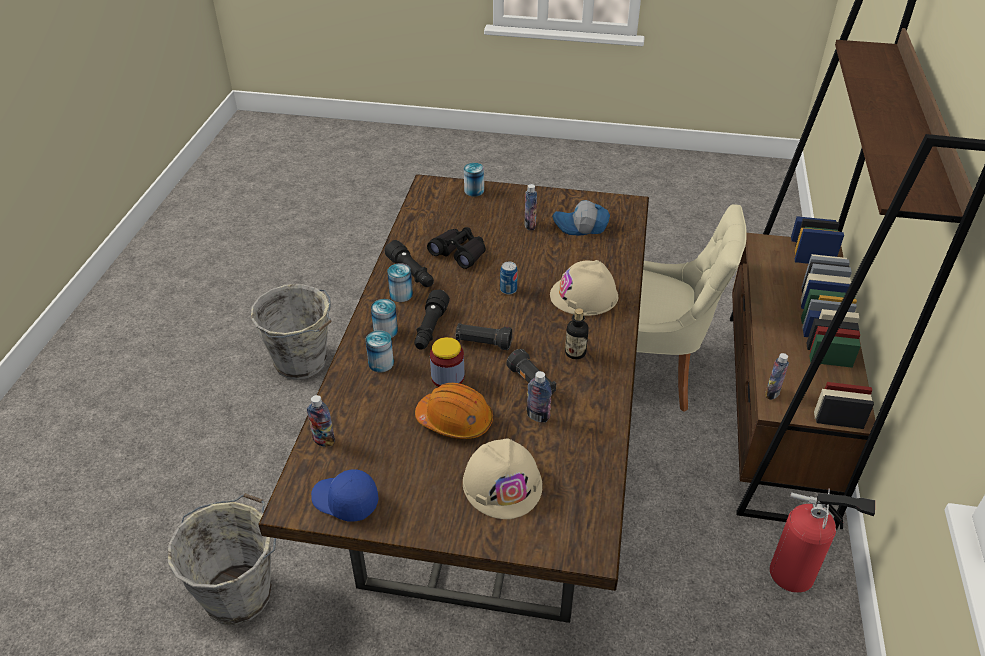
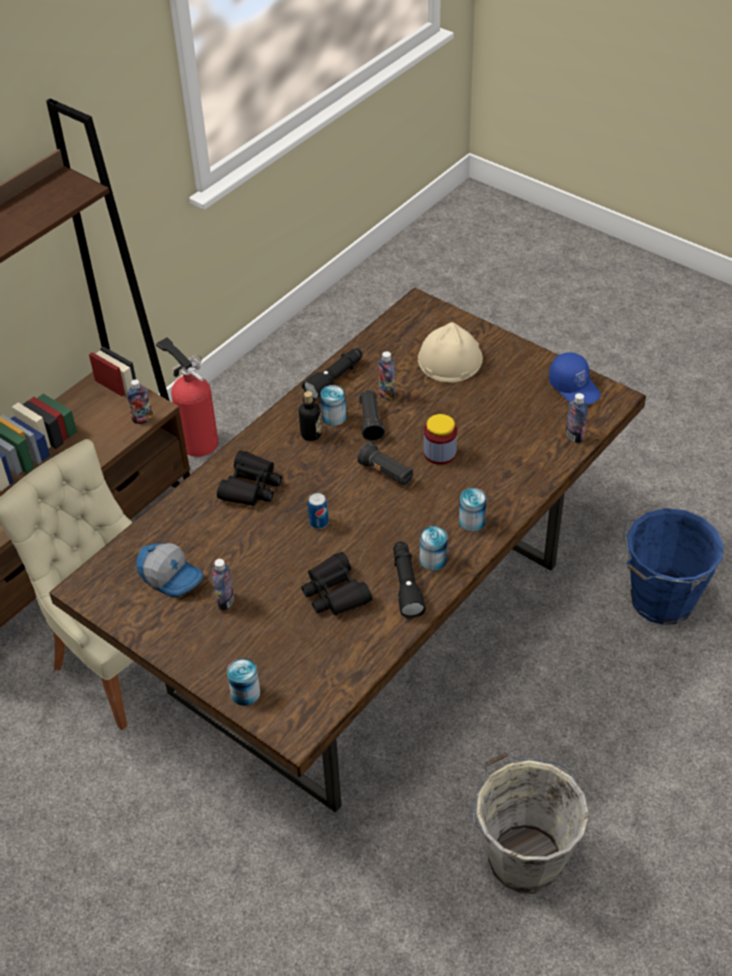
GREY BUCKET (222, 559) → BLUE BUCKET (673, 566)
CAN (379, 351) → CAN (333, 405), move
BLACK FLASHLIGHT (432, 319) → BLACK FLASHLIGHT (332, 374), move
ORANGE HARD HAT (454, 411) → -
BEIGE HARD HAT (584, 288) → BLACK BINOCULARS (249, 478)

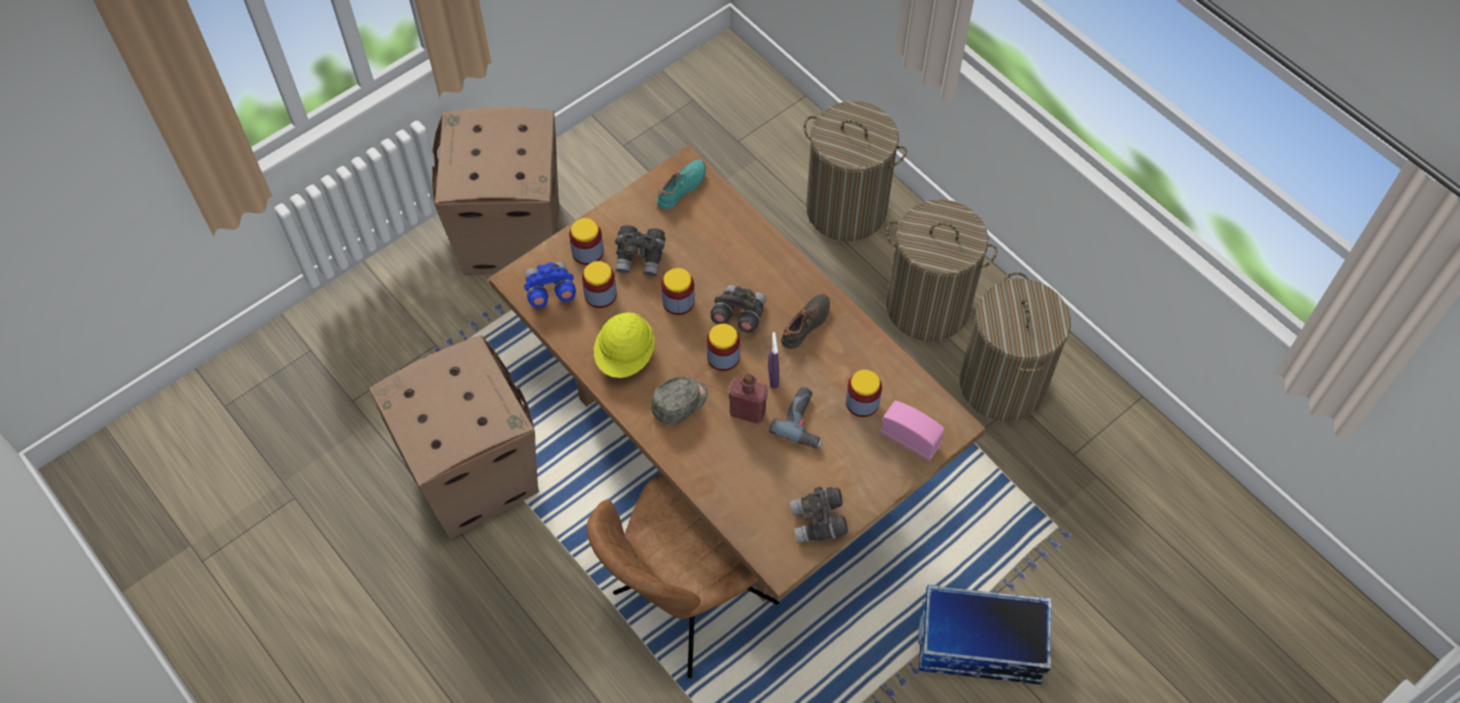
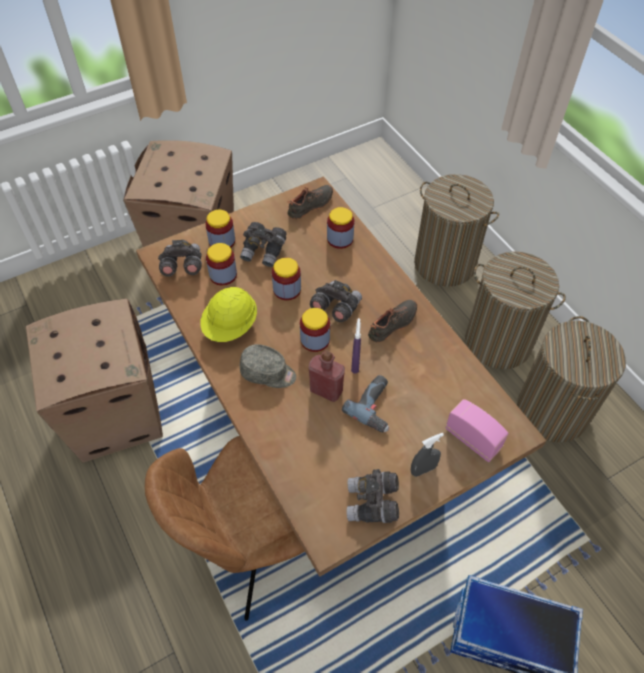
BLUE BINOCULARS (550, 285) → GREY BINOCULARS (180, 258)
GREY CAP (679, 400) → GREY CAP (268, 366), 45 degrees clockwise
TURQUOISE SHOE (681, 185) → BLACK SHOE (310, 202)
JAR (864, 393) → JAR (340, 228), move
- → GREY SPRAY BOTTLE (427, 455)

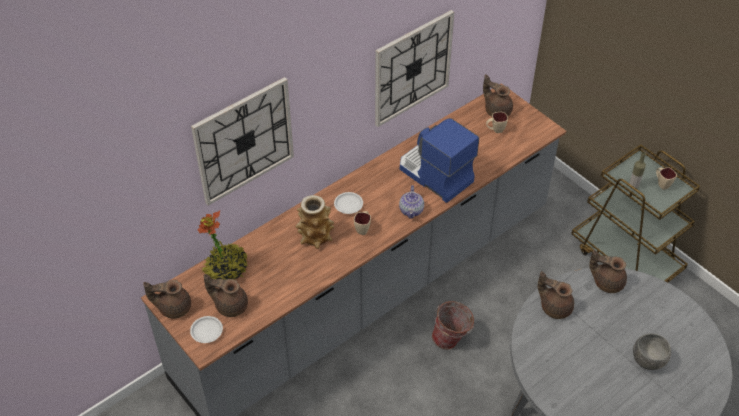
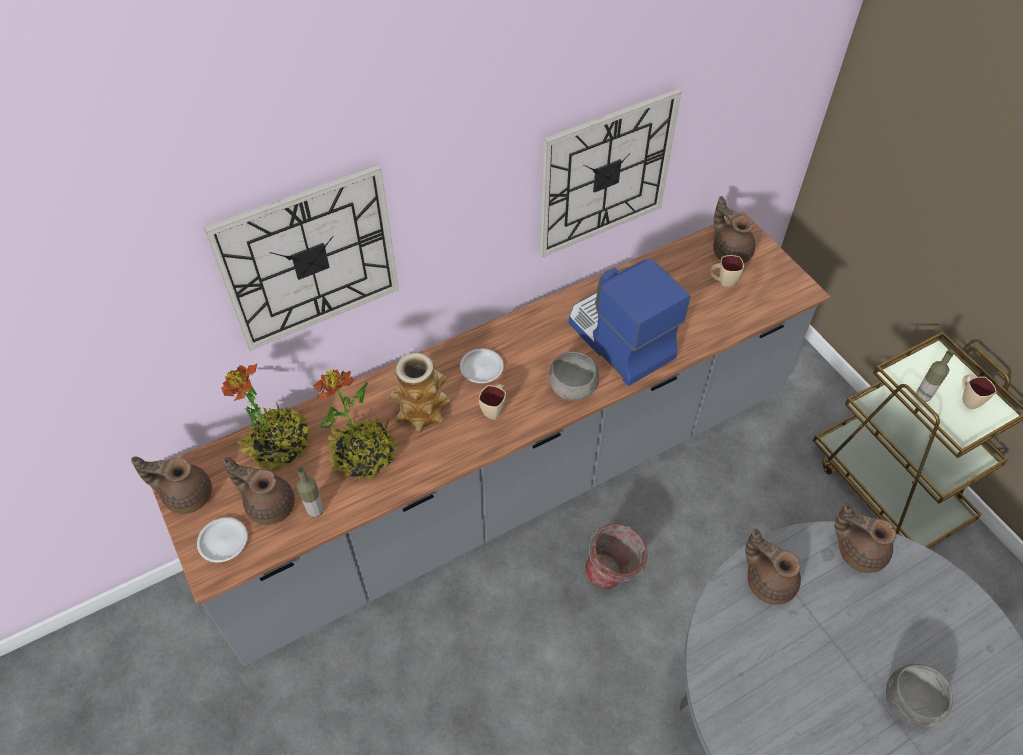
TEAPOT (411, 202) → GREY BOWL (574, 376)
- → BOTTLE (310, 492)
- → POTTED PLANT (356, 425)

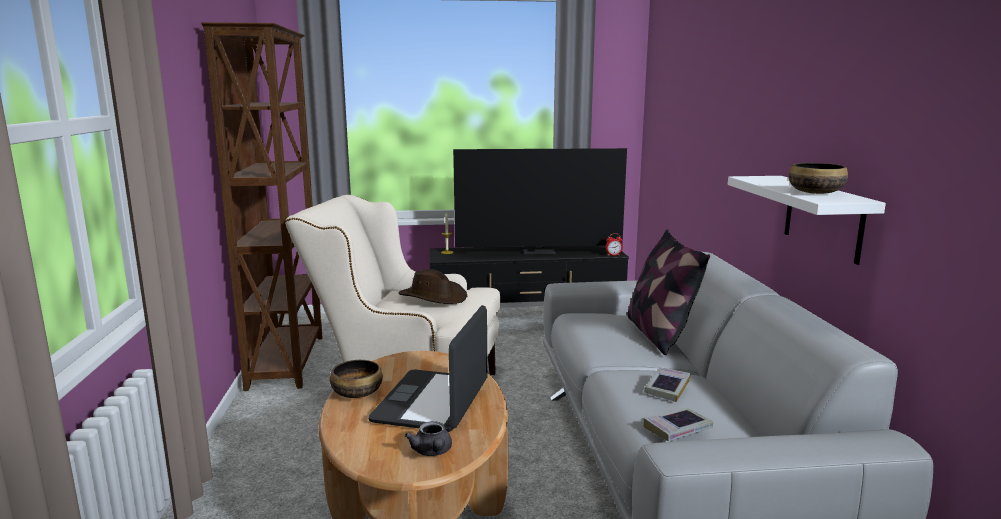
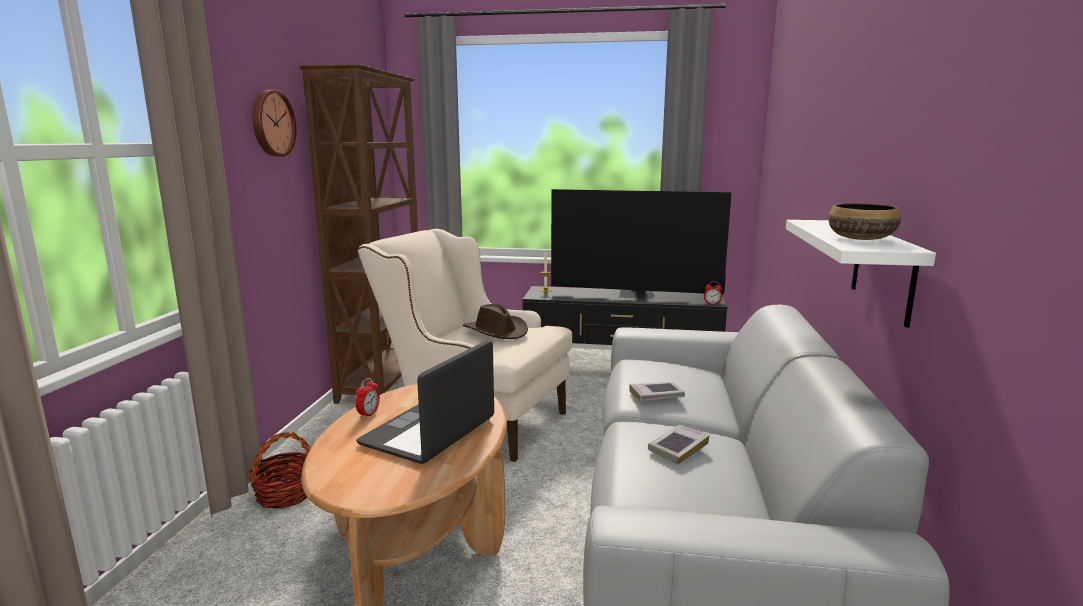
BOWL (356, 379) → ALARM CLOCK (368, 398)
GREY TEAPOT (428, 438) → -
PILLOW (668, 292) → -
BOOK (678, 424) → BOOK (657, 391), move
- → BASKET (280, 470)
- → WALL CLOCK (274, 123)

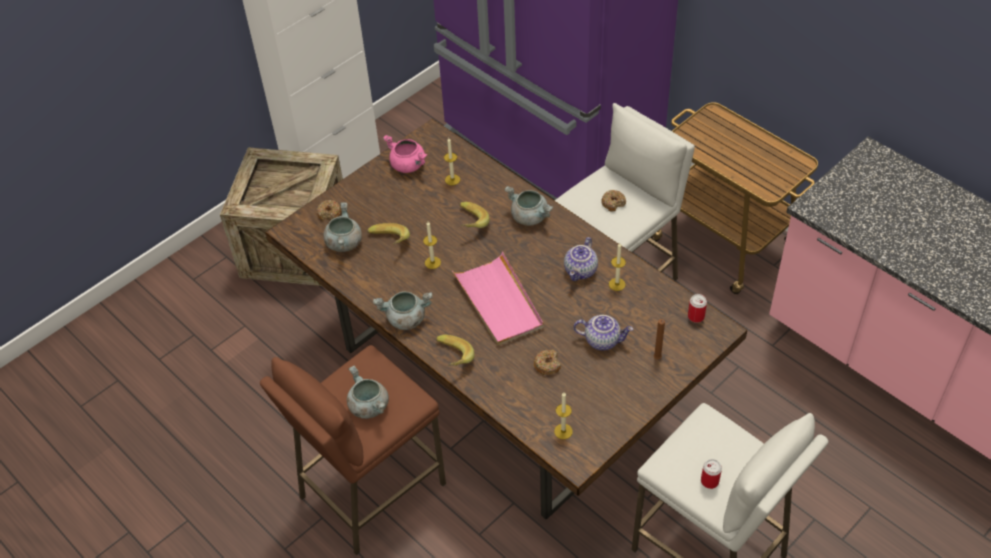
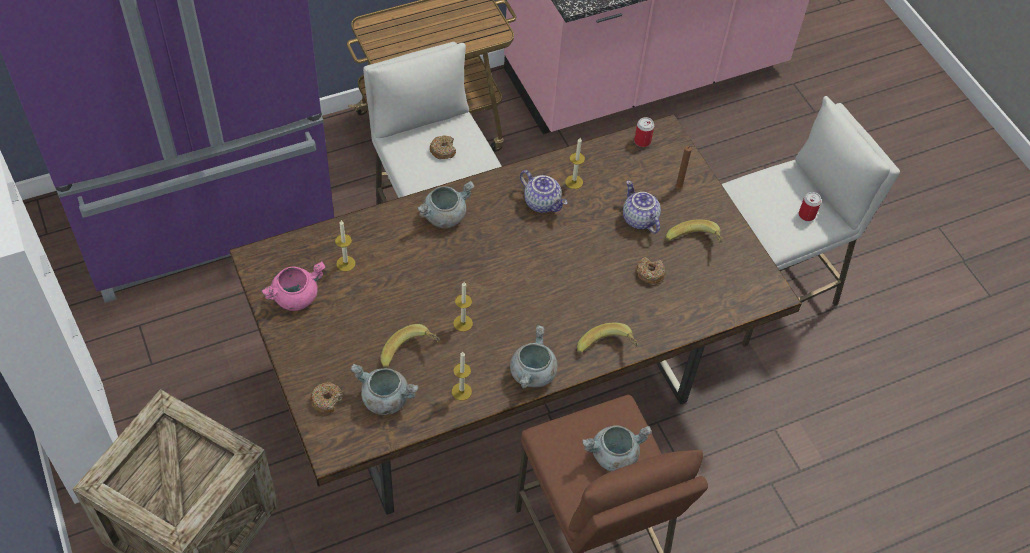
PINK TRAY (498, 298) → -
BANANA (475, 215) → BANANA (694, 231), move
CANDLE (563, 415) → CANDLE (462, 376), move
TEAPOT (603, 333) → TEAPOT (642, 207), 60 degrees counterclockwise

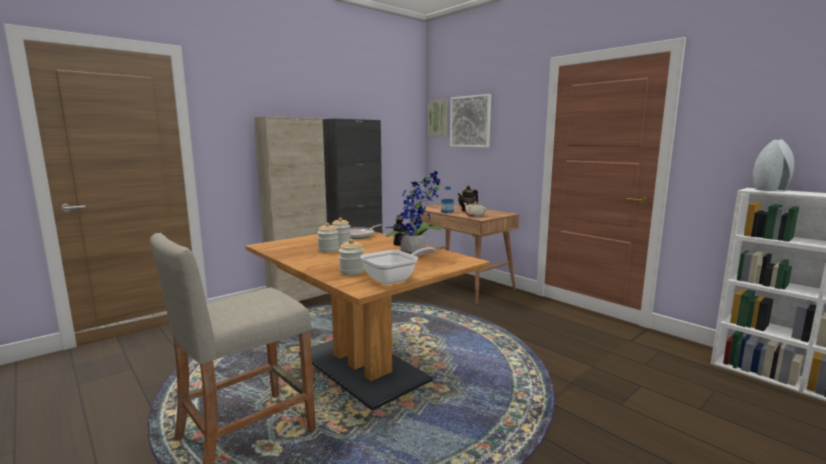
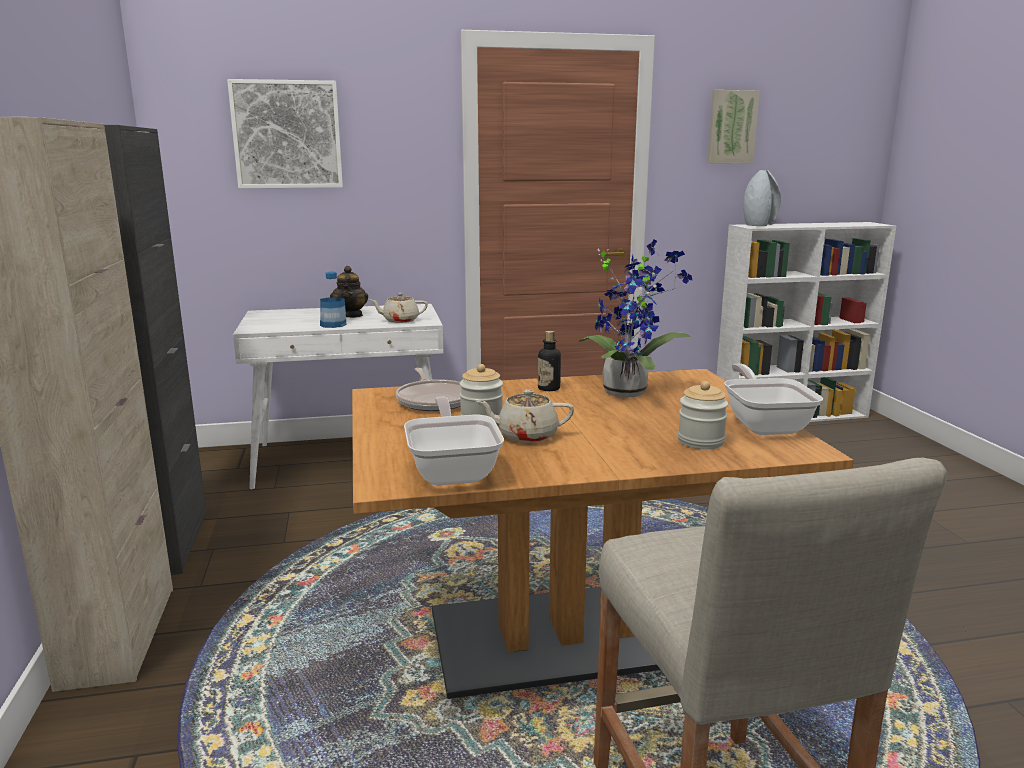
JAR (328, 238) → BEIGE TEAPOT (524, 416)
BROWN DESK (464, 254) → WHITE DESK (338, 397)
PICTURE (438, 118) → PICTURE (733, 127), move
- → FRYING PAN (454, 441)

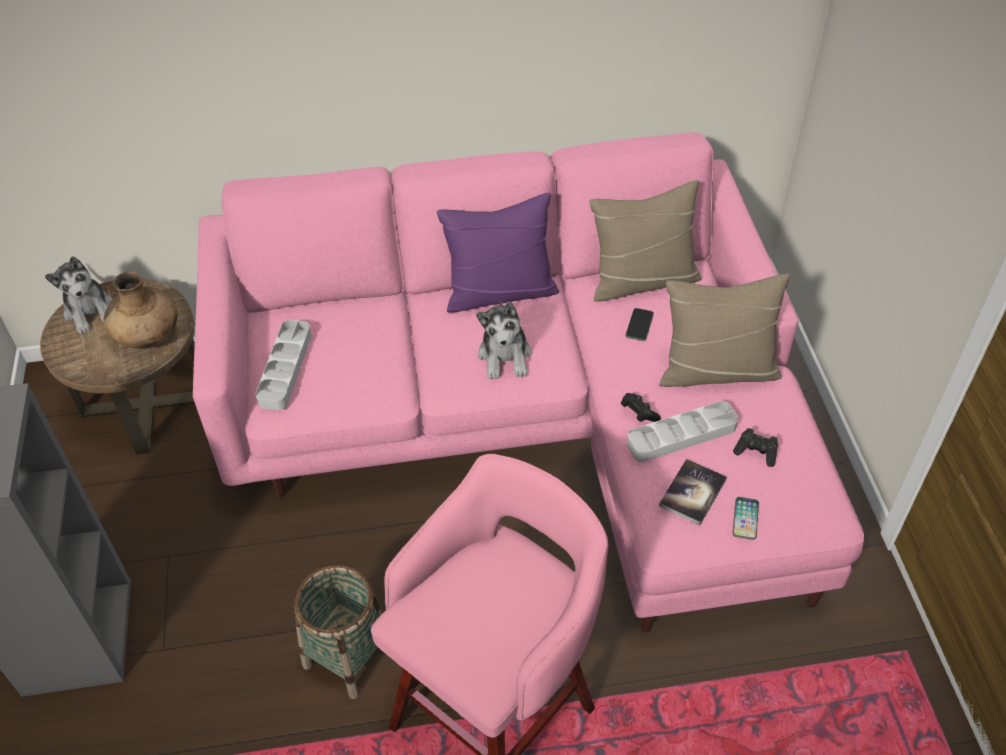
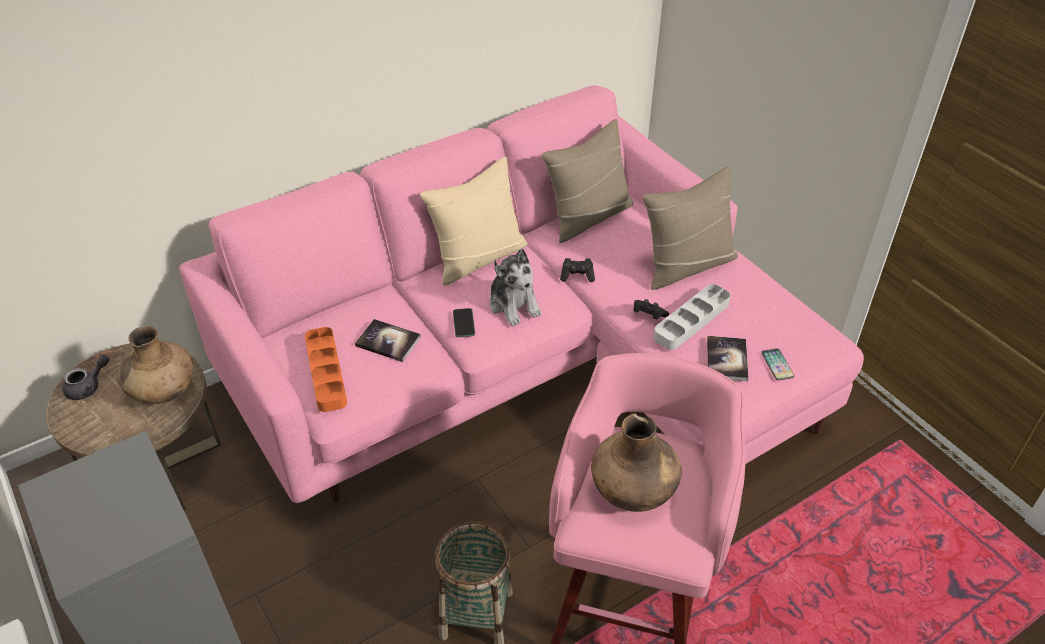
PLUSH TOY (79, 295) → GREY TEAPOT (85, 377)
GREY TRAY (283, 365) → ORANGE TRAY (326, 369)
PURPLE PILLOW (498, 252) → BEIGE PILLOW (474, 221)
PHONE (640, 324) → PHONE (464, 322), move
BLACK GAME CONTROLLER (755, 447) → BLACK GAME CONTROLLER (577, 270), move
- → BOOK (388, 340)
- → BROWN VASE (636, 463)

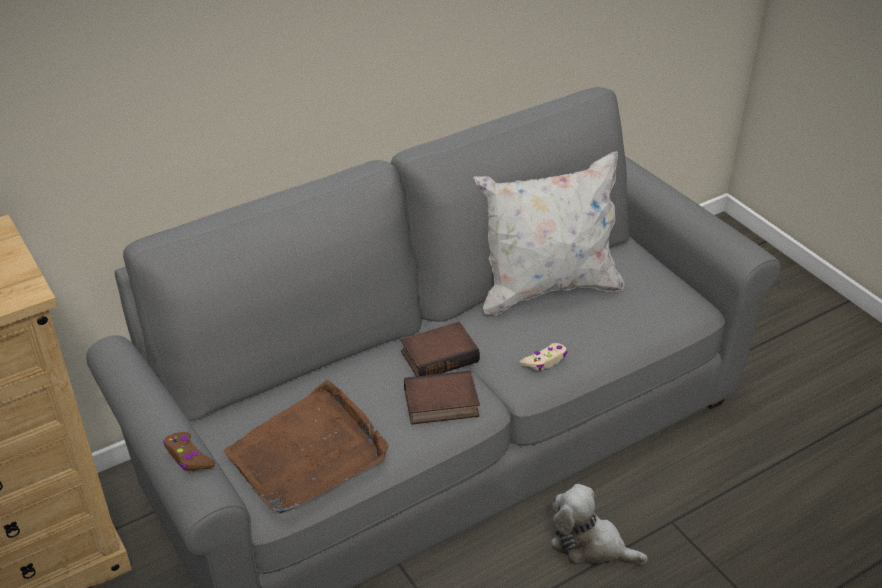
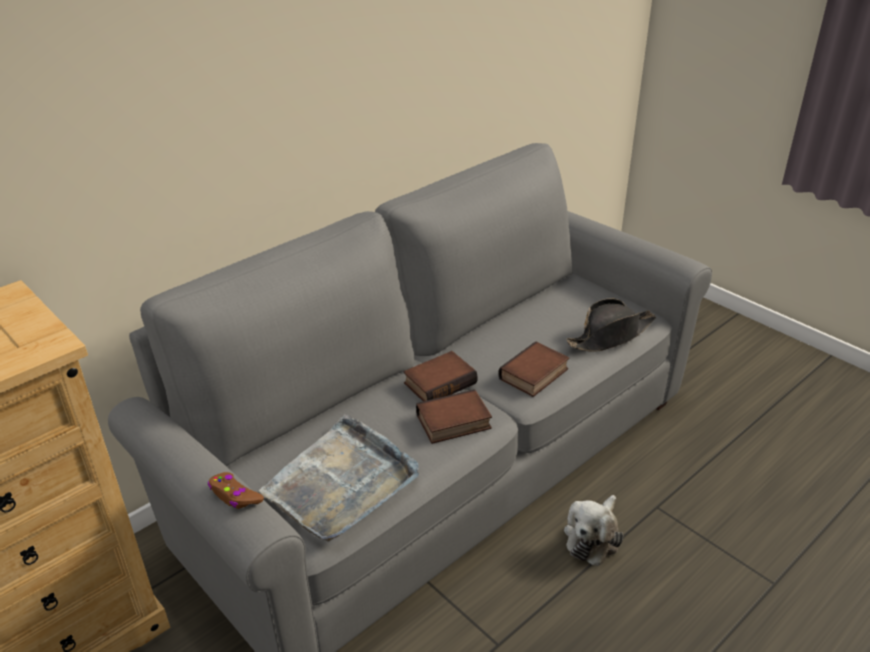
BROWN TRAY (306, 447) → GREY TRAY (339, 478)
WHITE PILLOW (549, 233) → -
BEIGE GAME CONTROLLER (544, 357) → BOOK (533, 369)
PLUSH TOY (599, 524) → PLUSH TOY (594, 530), 75 degrees counterclockwise
- → BLACK HAT (611, 325)

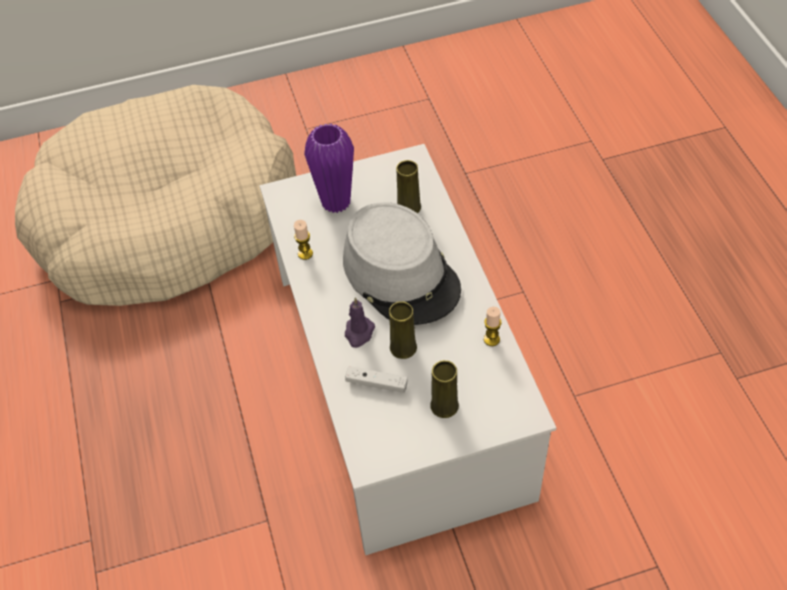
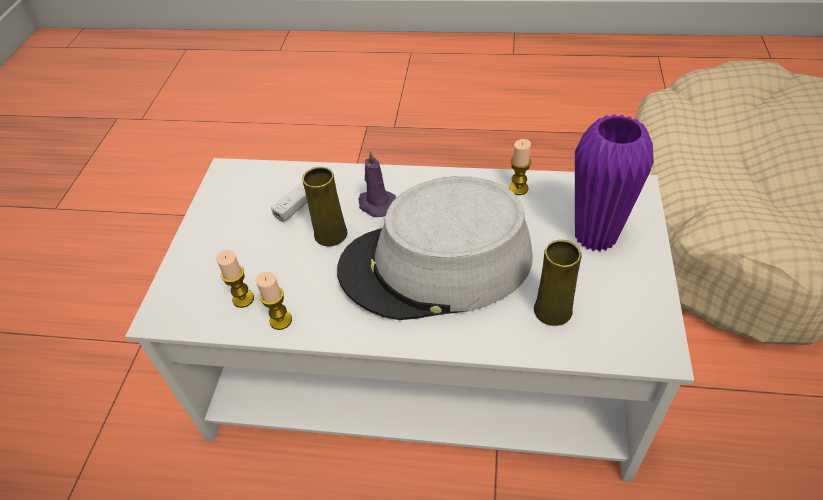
YELLOW VASE (444, 389) → -
- → CANDLE (235, 279)

